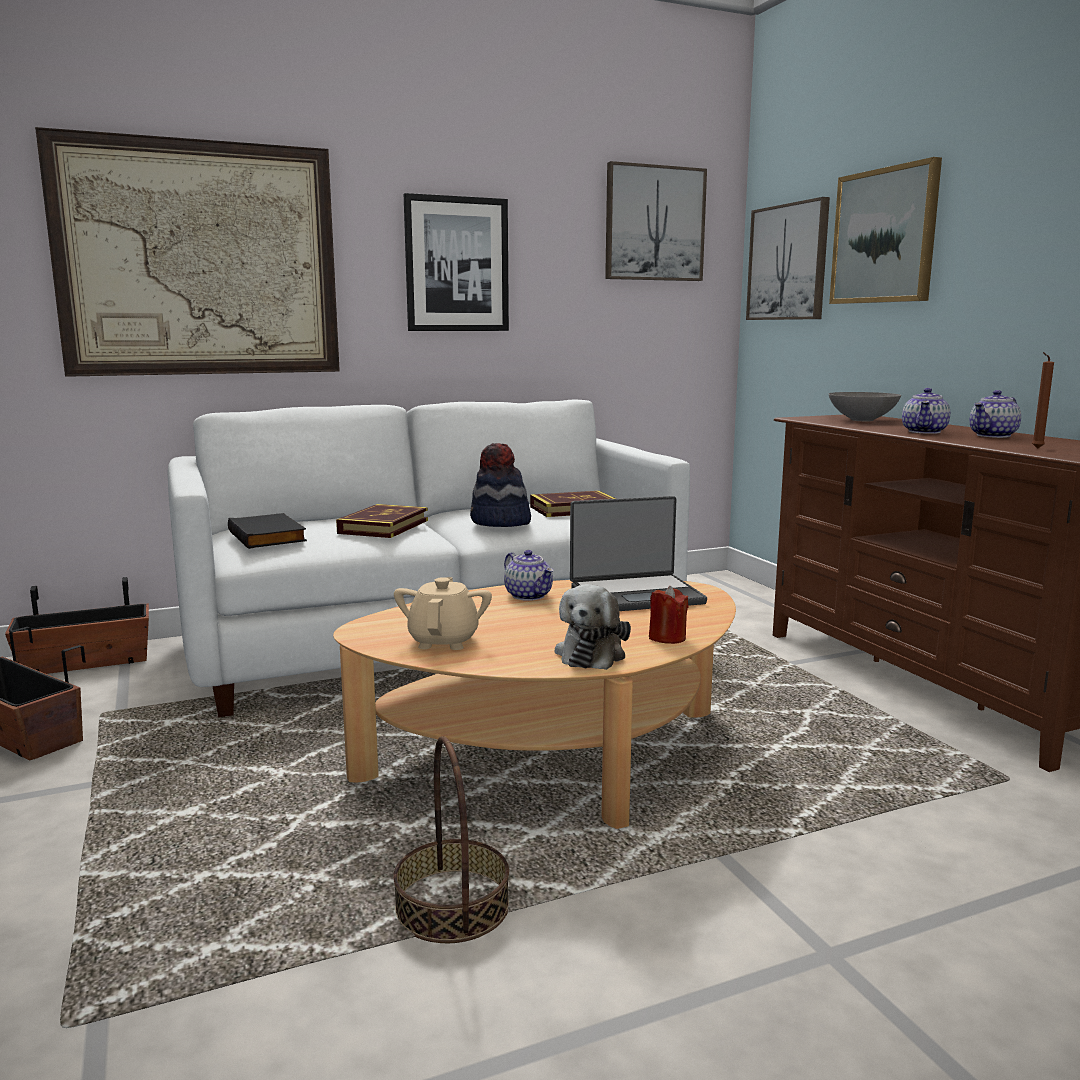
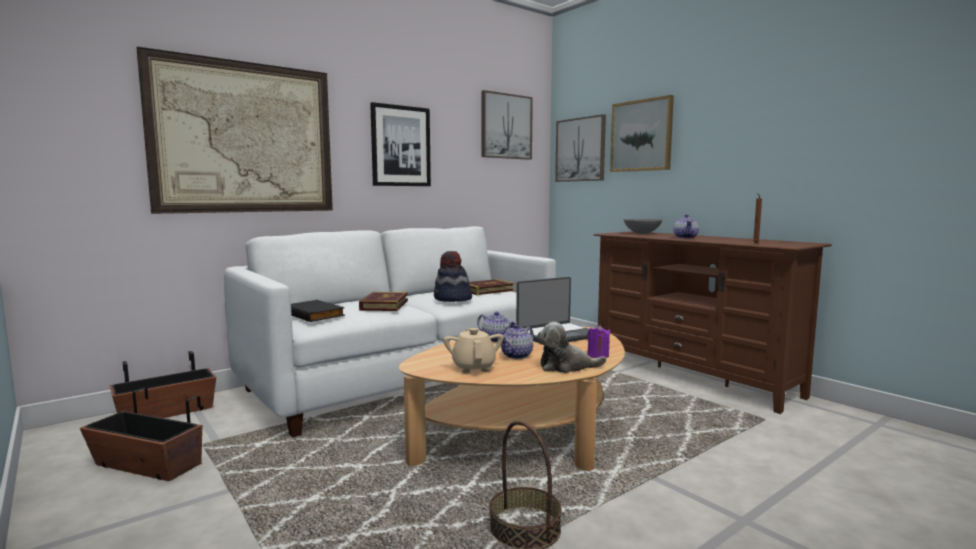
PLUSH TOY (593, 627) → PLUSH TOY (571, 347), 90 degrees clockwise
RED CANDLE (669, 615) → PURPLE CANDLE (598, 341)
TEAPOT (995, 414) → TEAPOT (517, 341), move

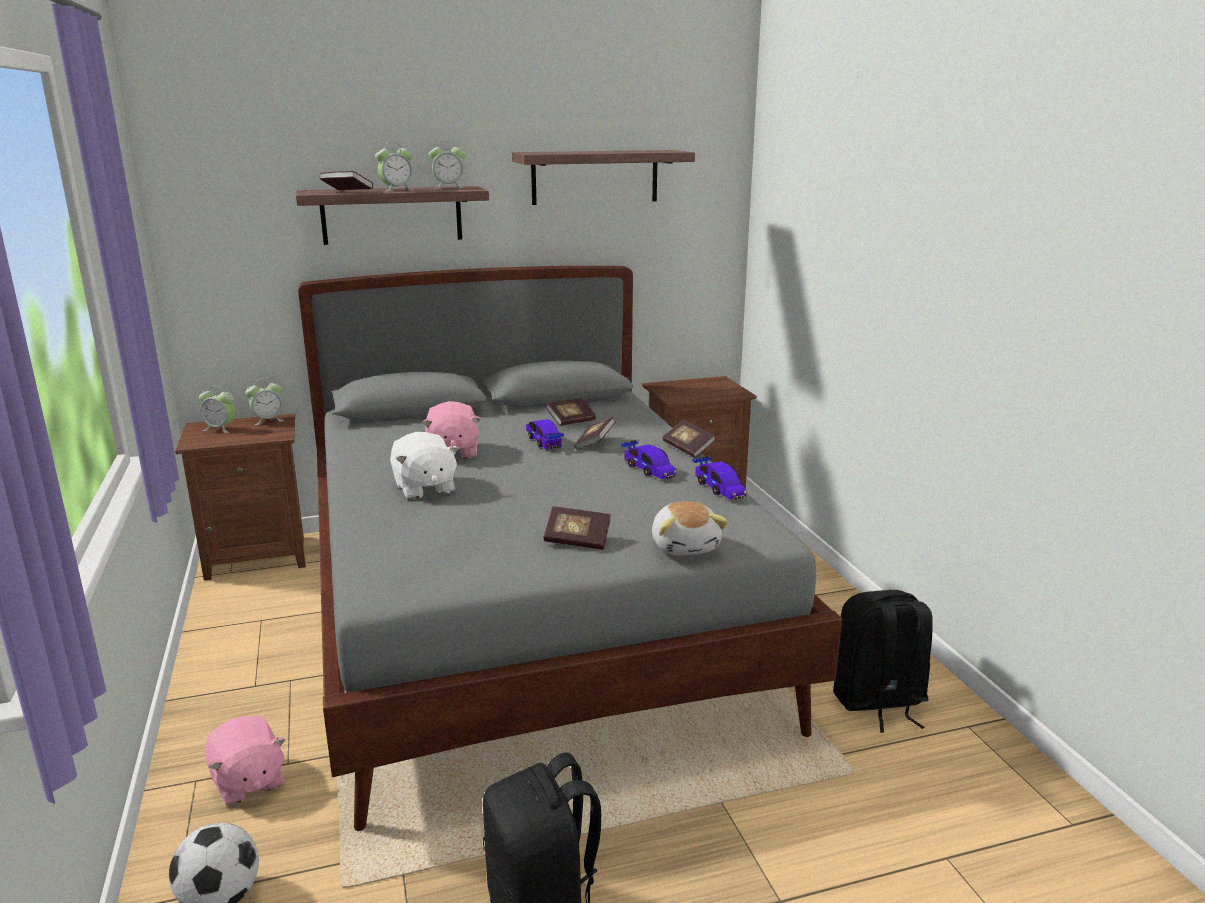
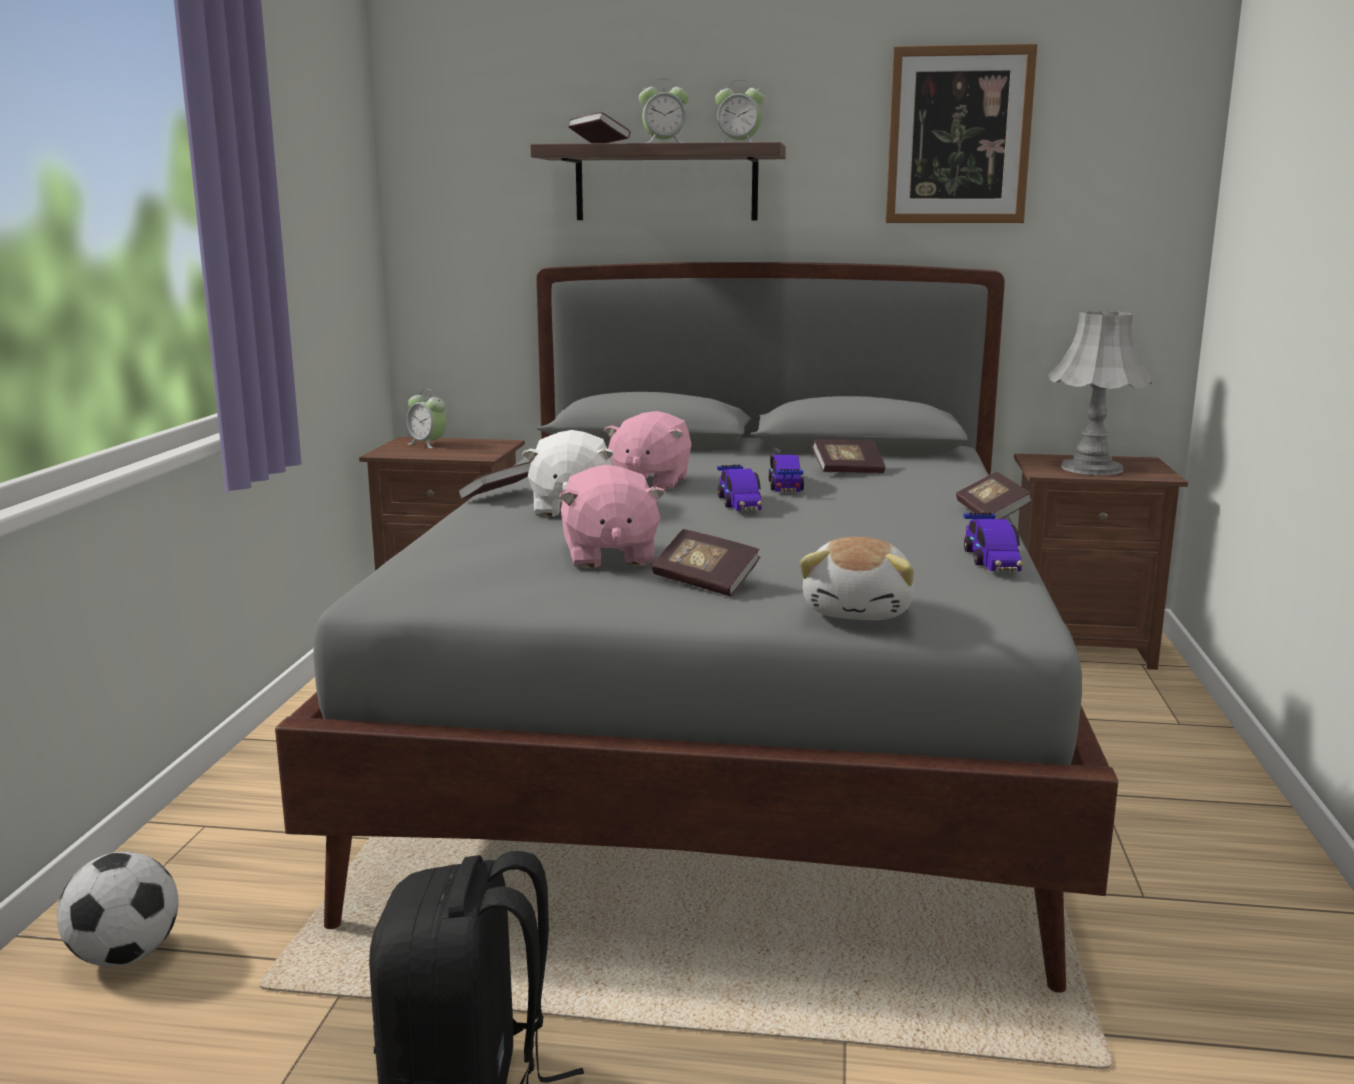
PINK PLUSH TOY (245, 760) → PINK PLUSH TOY (612, 517), move
ALARM CLOCK (265, 401) → -
SHELF (603, 177) → PICTURE (962, 133)
BOOK (595, 433) → BOOK (494, 480), move
TOY CAR (649, 459) → TOY CAR (740, 487), move
BLACK BACKPACK (883, 661) → -
- → GREY TABLE LAMP (1100, 393)

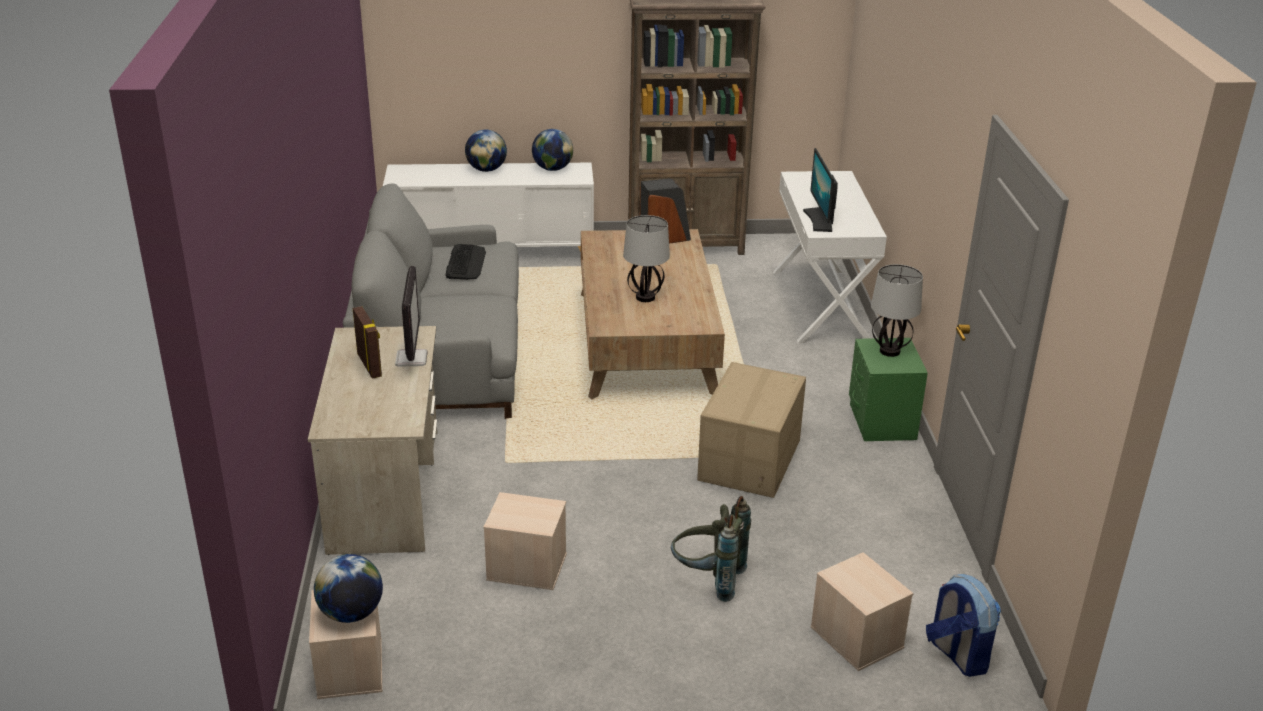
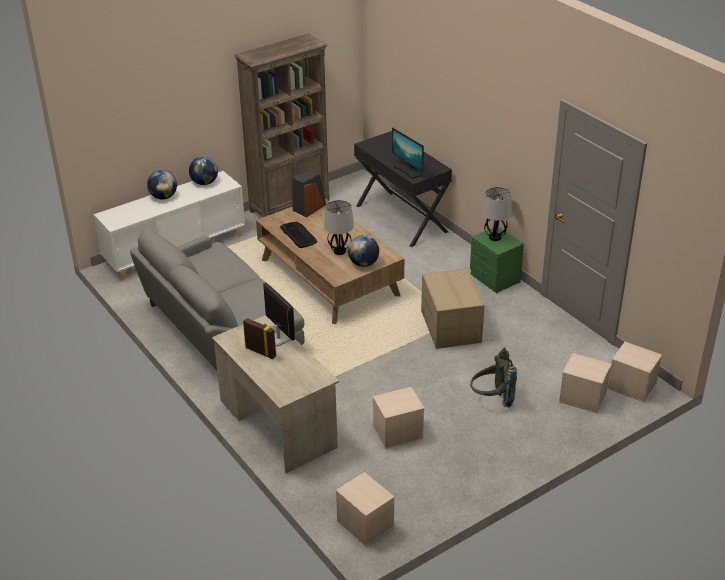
GLOBE (348, 588) → GLOBE (363, 251), move
KEYBOARD (466, 262) → KEYBOARD (298, 235), move
WHITE DESK (830, 257) → BLACK DESK (403, 189)
BACKPACK (963, 625) → BEIGE STORAGE BOX (634, 372)

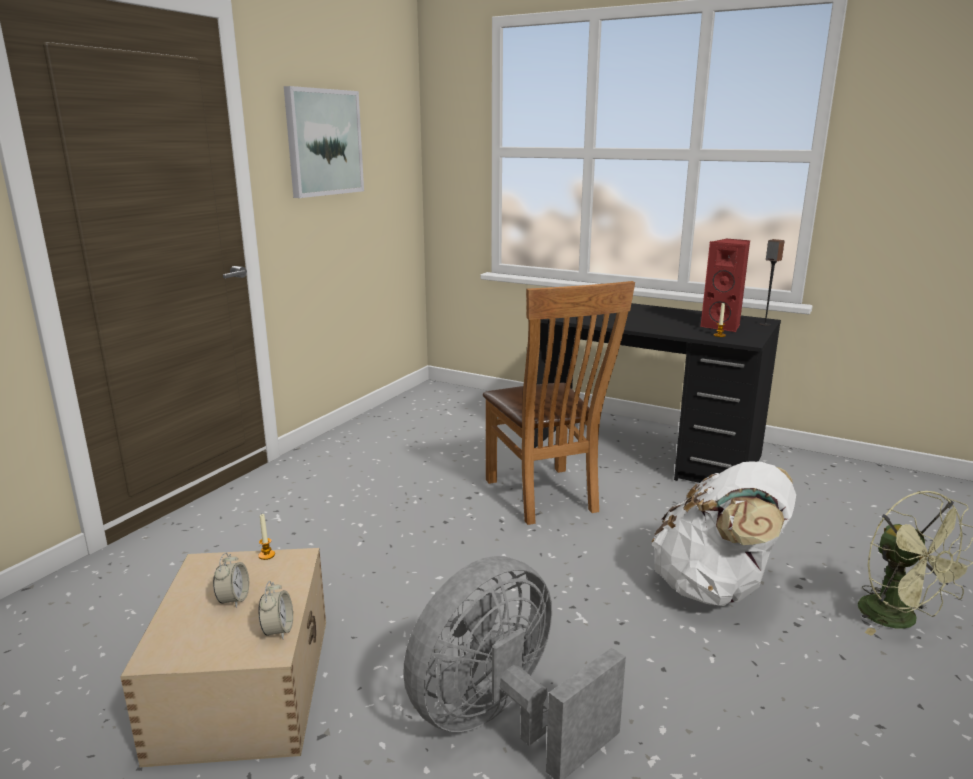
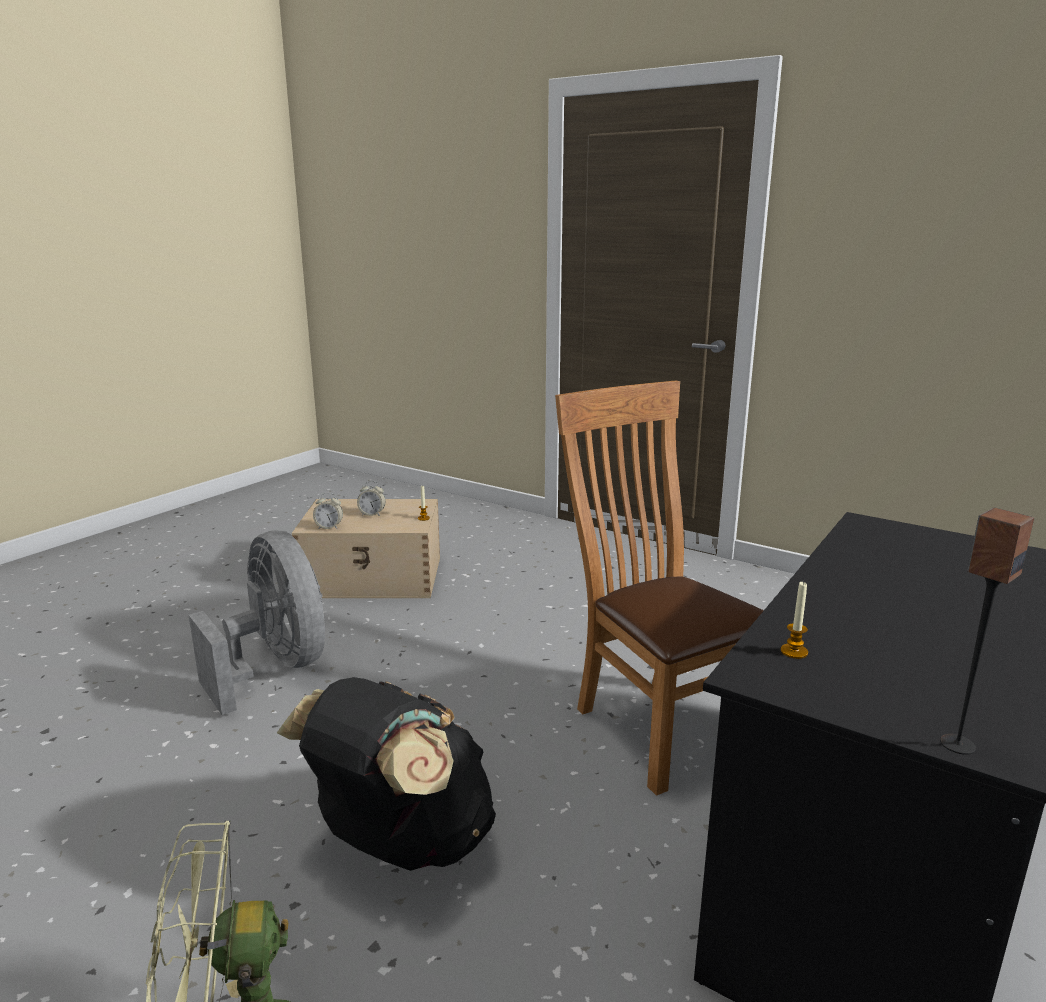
PICTURE (324, 142) → -
BROWN CHAIR (559, 403) → BROWN CHAIR (659, 588), 75 degrees clockwise
WHITE BACKPACK (723, 533) → BLACK BACKPACK (386, 774)
RED SPEAKER (725, 285) → -

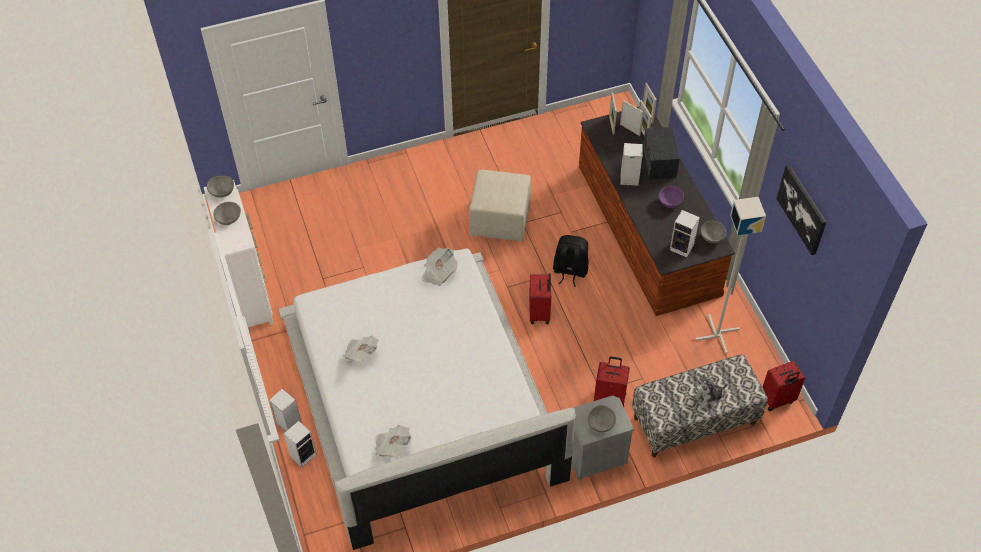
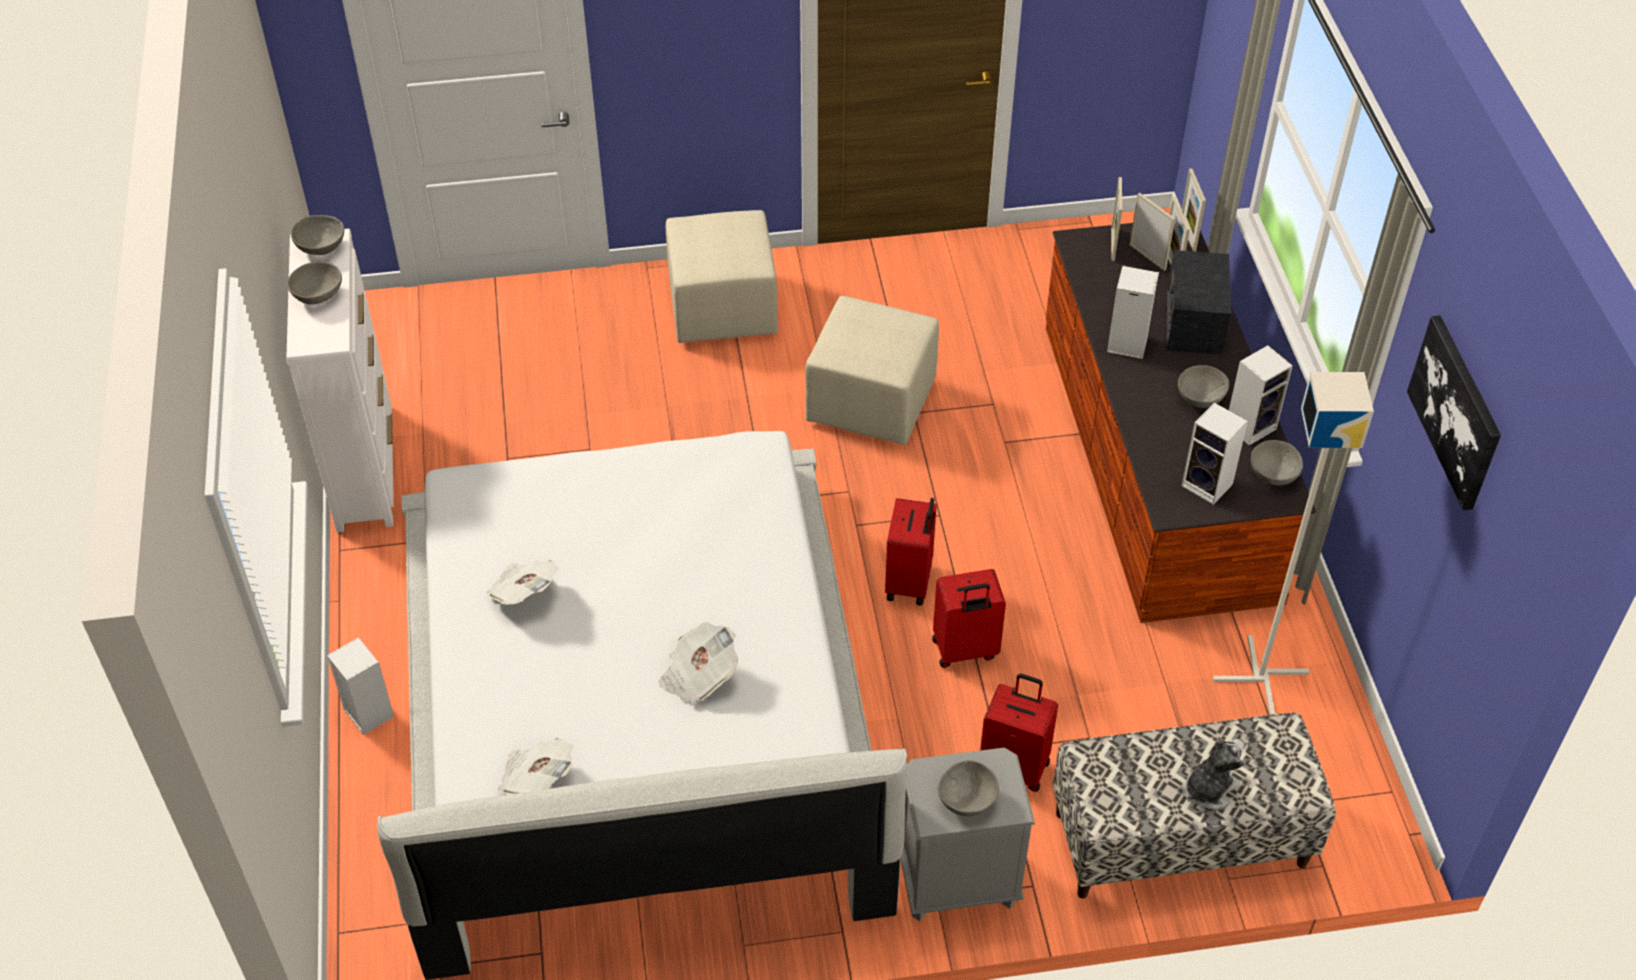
SPEAKER (300, 444) → SPEAKER (1261, 395), move
NEWSPAPER (439, 267) → NEWSPAPER (698, 663), move
BLACK BACKPACK (570, 261) → -
PURPLE BOWL (671, 197) → GREY BOWL (1203, 386)
PLUSH TOY (710, 391) → PLUSH TOY (1215, 774), 150 degrees clockwise
RED SUITCASE (784, 386) → RED SUITCASE (969, 618), move
- → BEIGE OTTOMAN (722, 276)

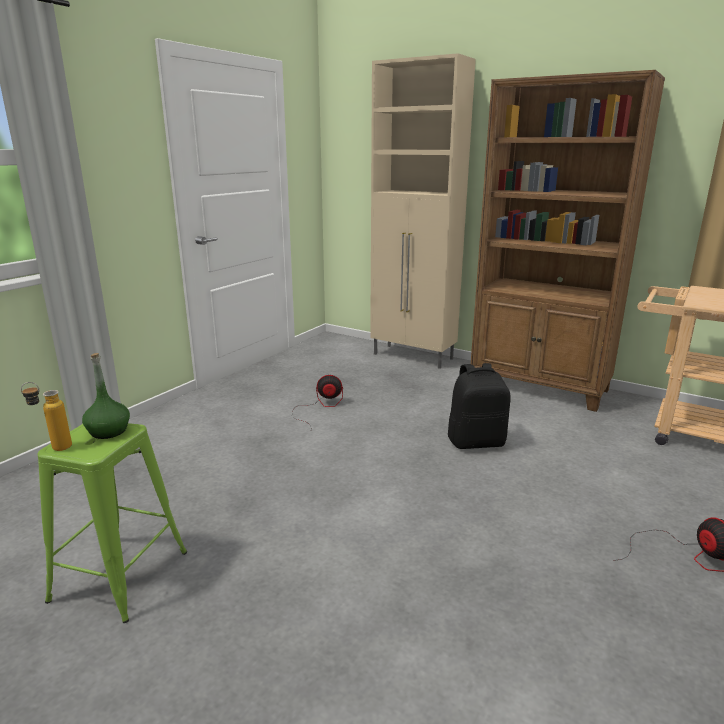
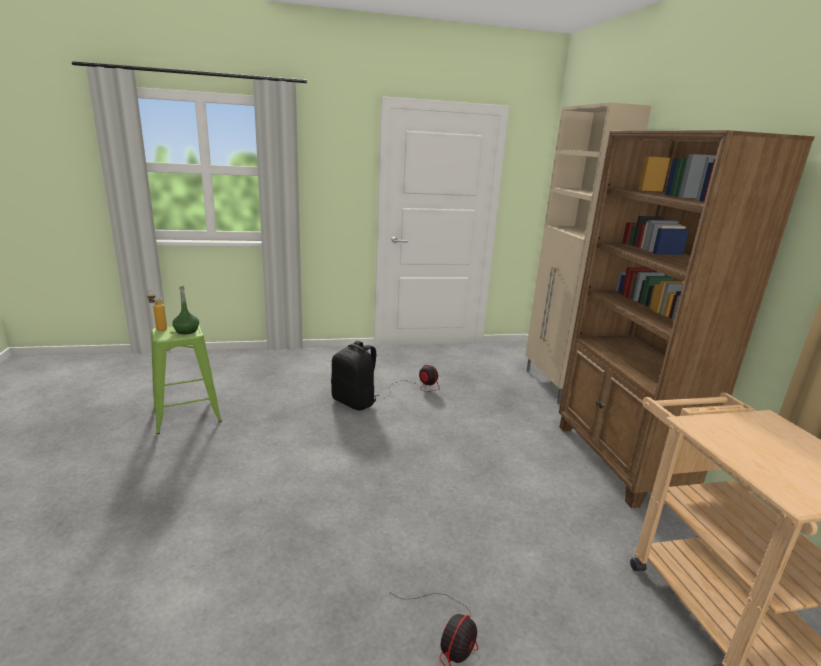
BLACK BACKPACK (479, 406) → BLACK BACKPACK (355, 376), move

